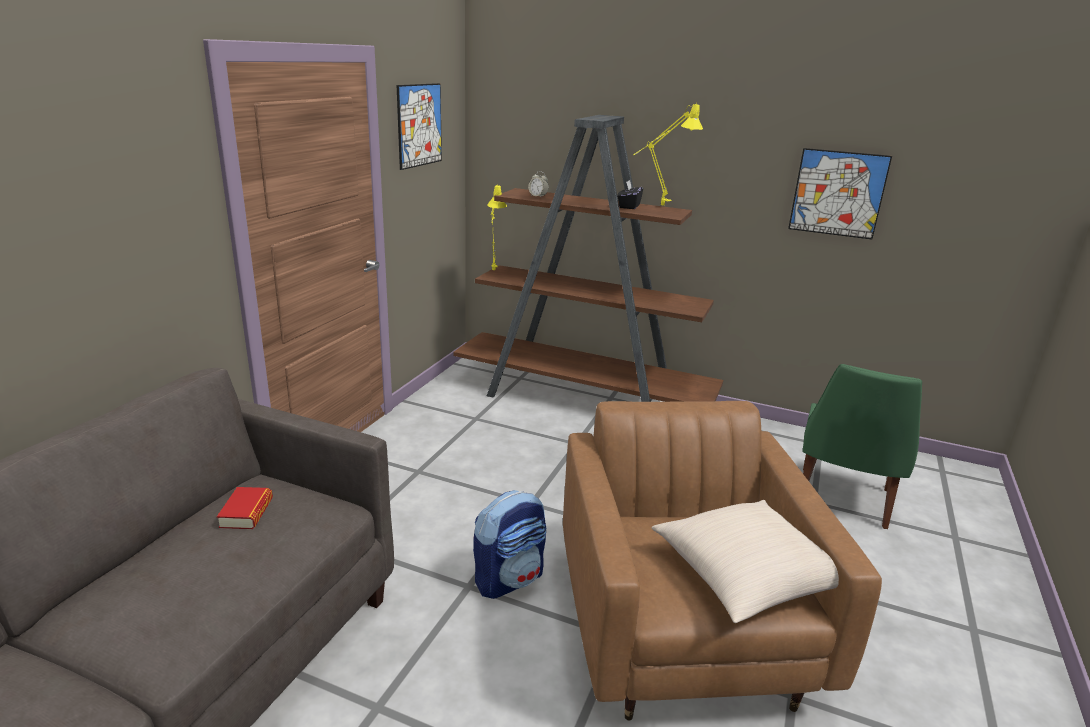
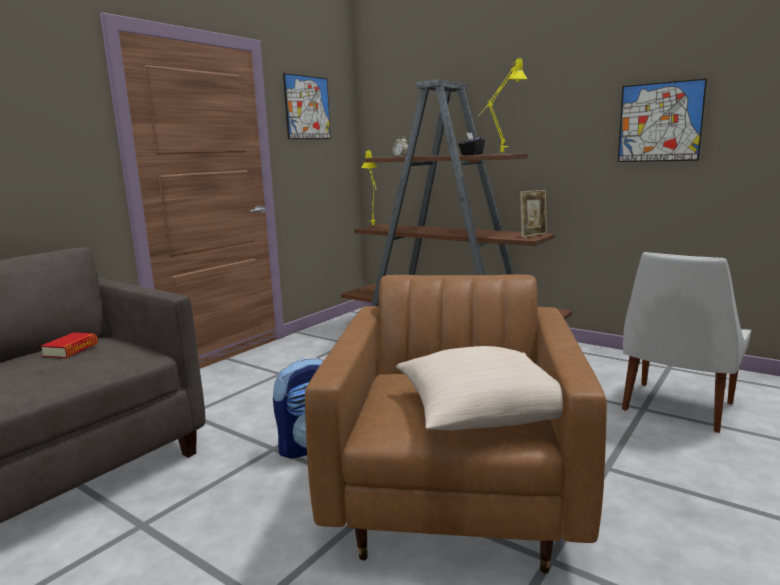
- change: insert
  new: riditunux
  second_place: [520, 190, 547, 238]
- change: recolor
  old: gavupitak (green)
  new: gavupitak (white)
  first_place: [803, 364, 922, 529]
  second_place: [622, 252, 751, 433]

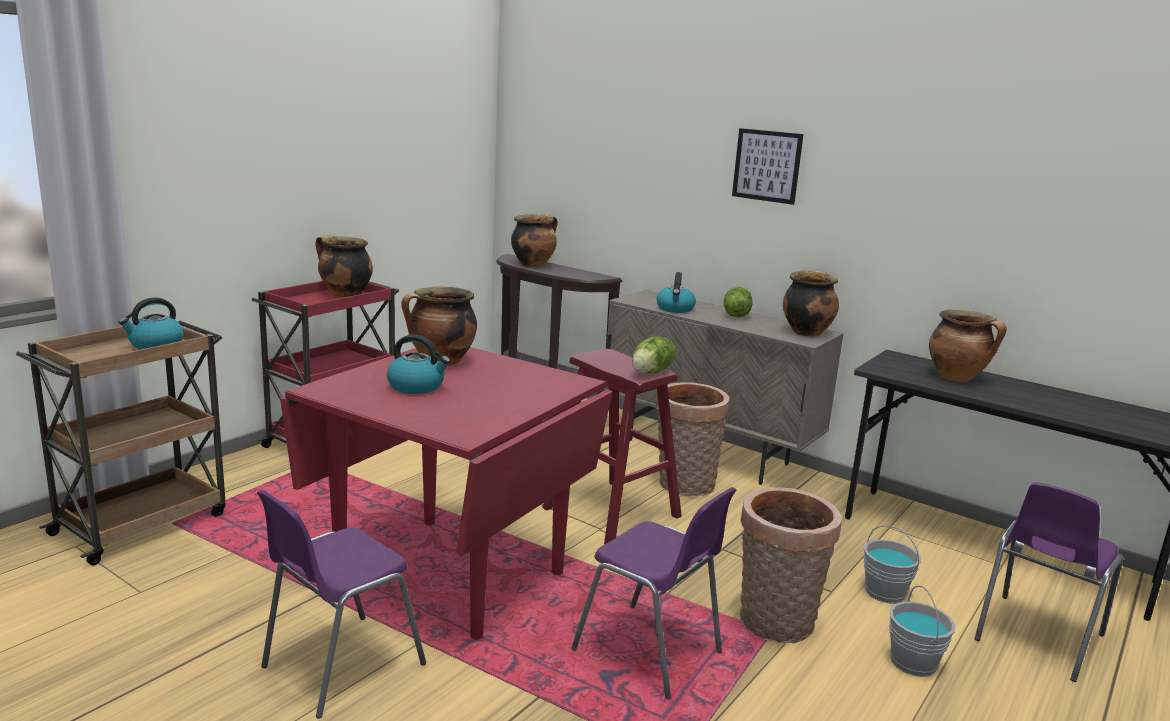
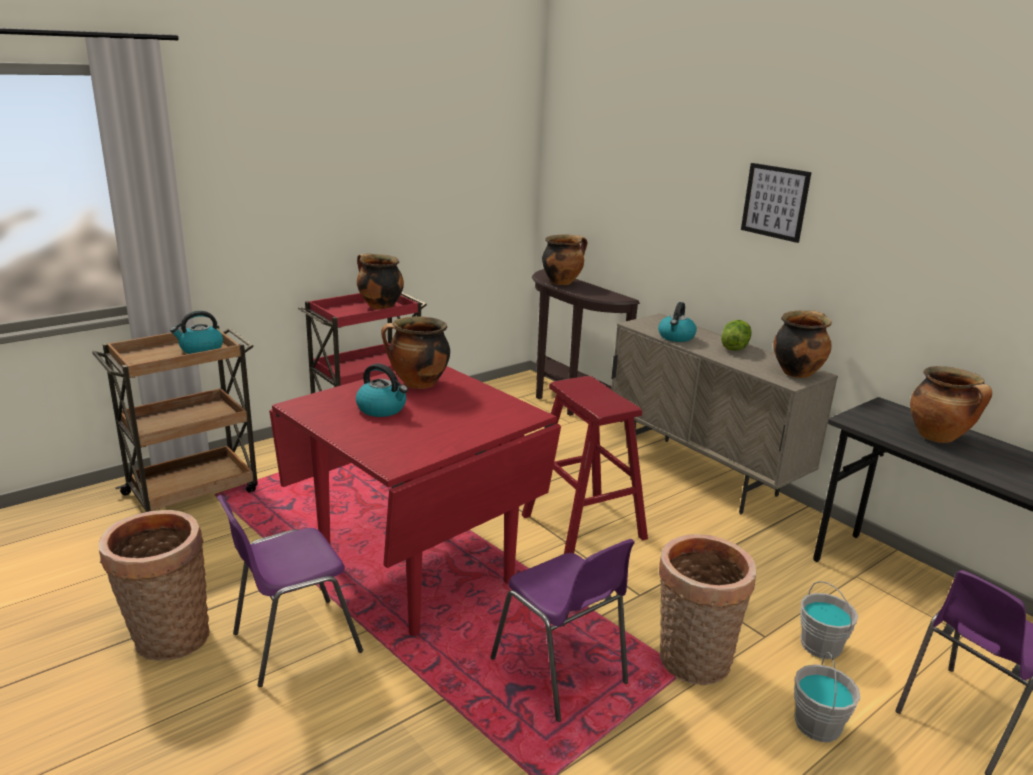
- change: move
  old: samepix
  first_place: [656, 382, 730, 496]
  second_place: [99, 510, 209, 661]
- change: delete
  old: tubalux
  first_place: [632, 336, 676, 374]

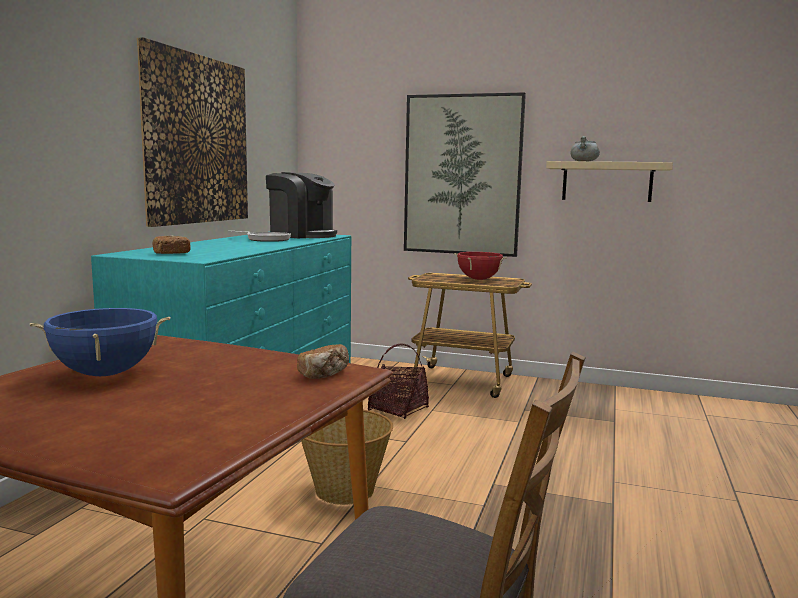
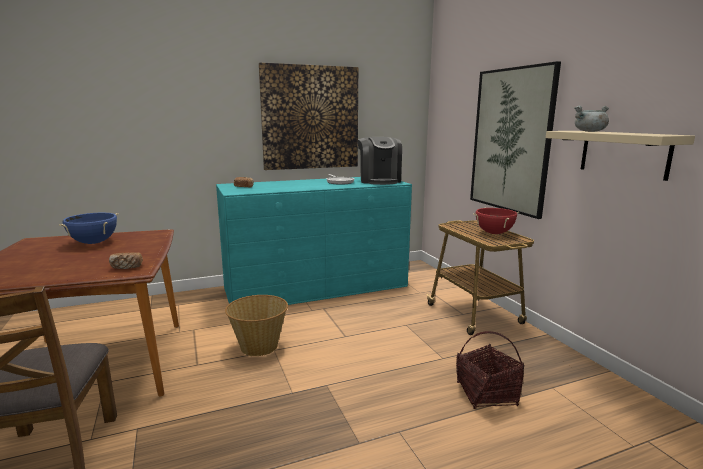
- change: move
  old: samepix
  first_place: [368, 343, 429, 419]
  second_place: [456, 331, 524, 409]

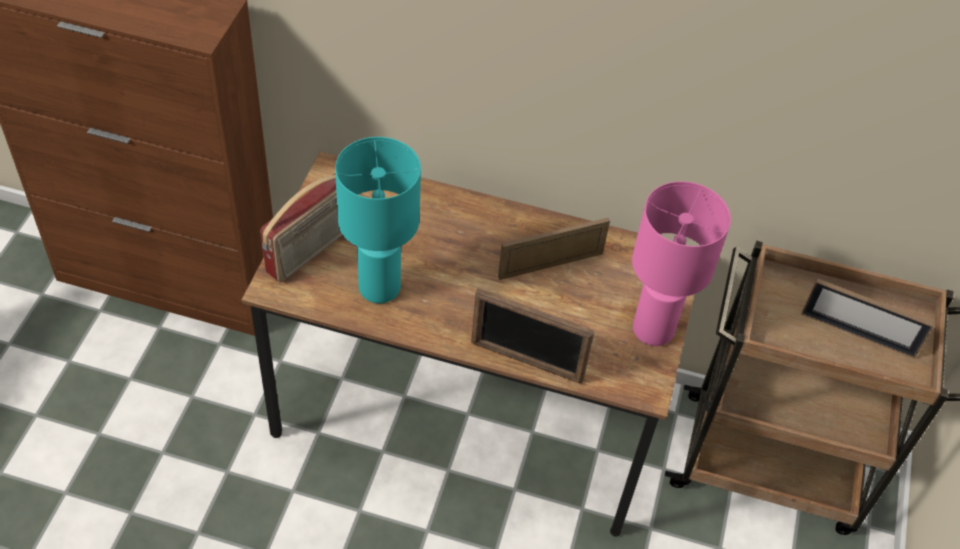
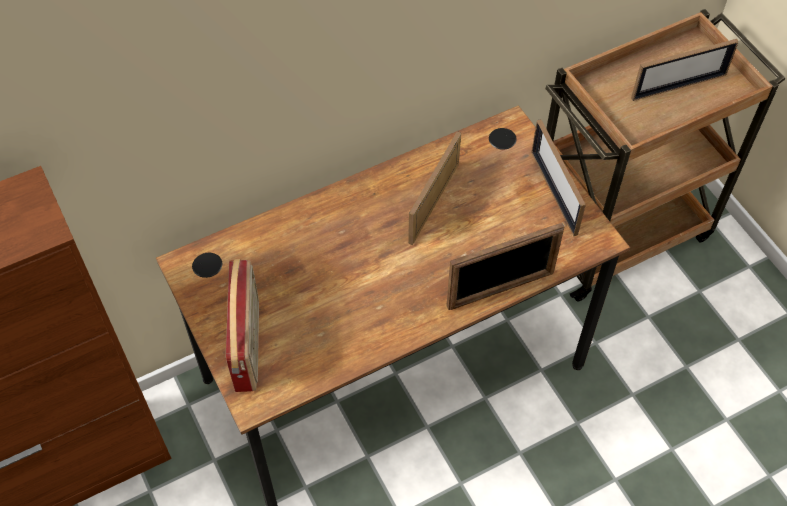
- change: replace
  old: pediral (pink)
  new: riditunux
  first_place: [632, 181, 731, 346]
  second_place: [531, 119, 586, 236]
- change: delete
  old: pediral (turquoise)
  first_place: [335, 137, 421, 303]

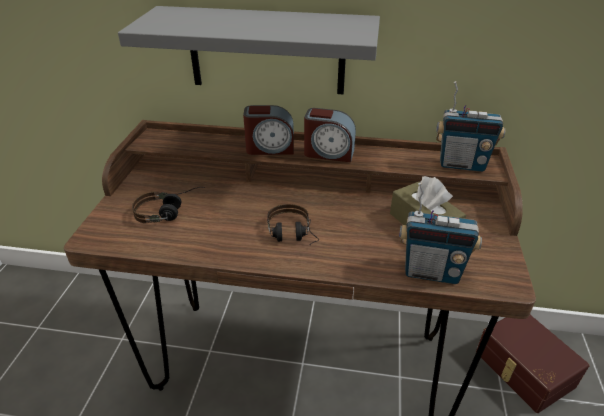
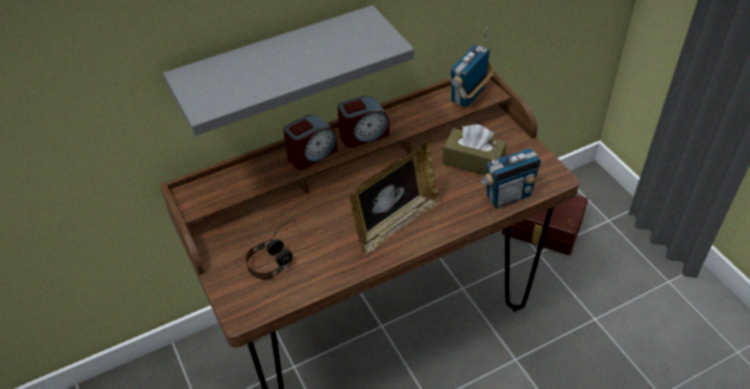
- change: replace
  old: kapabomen
  new: riditunux
  first_place: [267, 204, 319, 245]
  second_place: [349, 142, 441, 255]
- change: rotate
  old: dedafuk
  first_place: [436, 81, 505, 172]
  second_place: [450, 27, 493, 108]
  degrees: 150

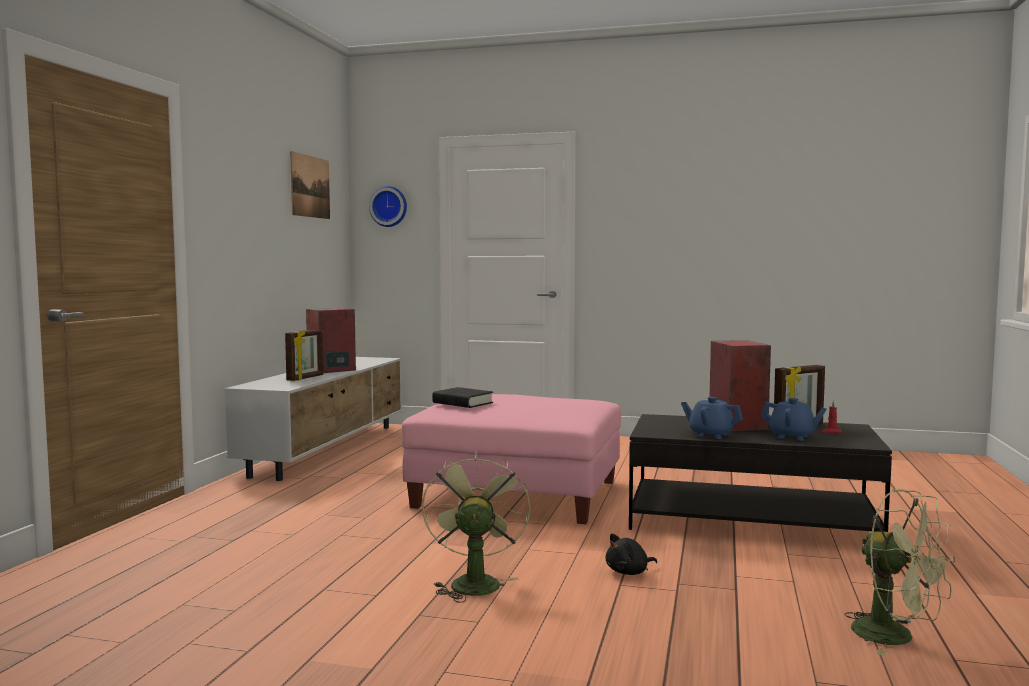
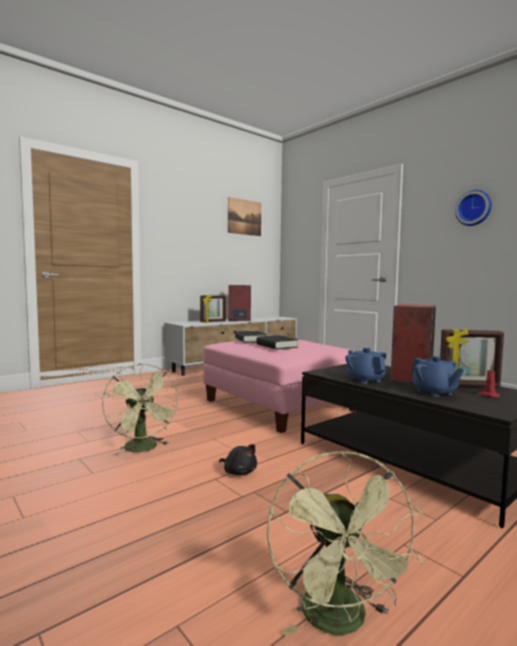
- change: rotate
  old: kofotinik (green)
  first_place: [422, 452, 530, 603]
  second_place: [102, 364, 179, 456]
  degrees: 120
- change: rotate
  old: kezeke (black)
  first_place: [605, 533, 657, 575]
  second_place: [219, 444, 257, 476]
  degrees: -150
- change: insert
  new: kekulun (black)
  second_place: [256, 335, 298, 349]
- change: move
  old: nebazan
  first_place: [369, 186, 407, 227]
  second_place: [455, 190, 492, 226]

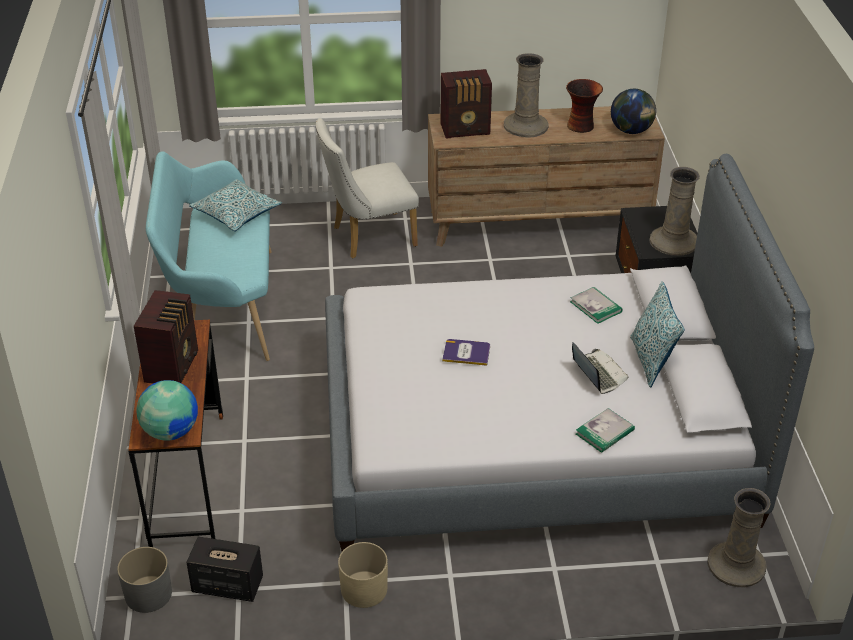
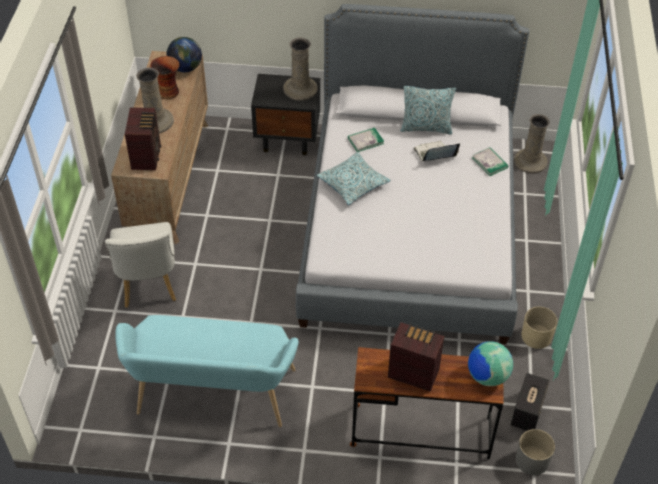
- change: move
  old: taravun
  first_place: [189, 179, 282, 232]
  second_place: [317, 152, 391, 205]
- change: delete
  old: kekulun
  first_place: [442, 339, 490, 366]

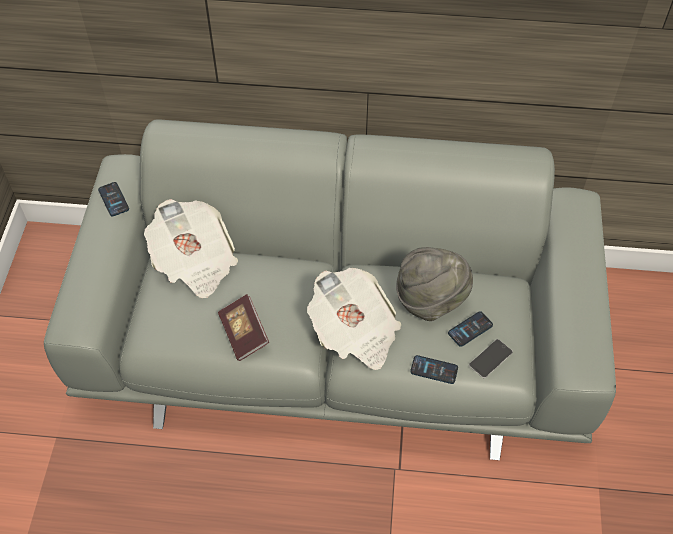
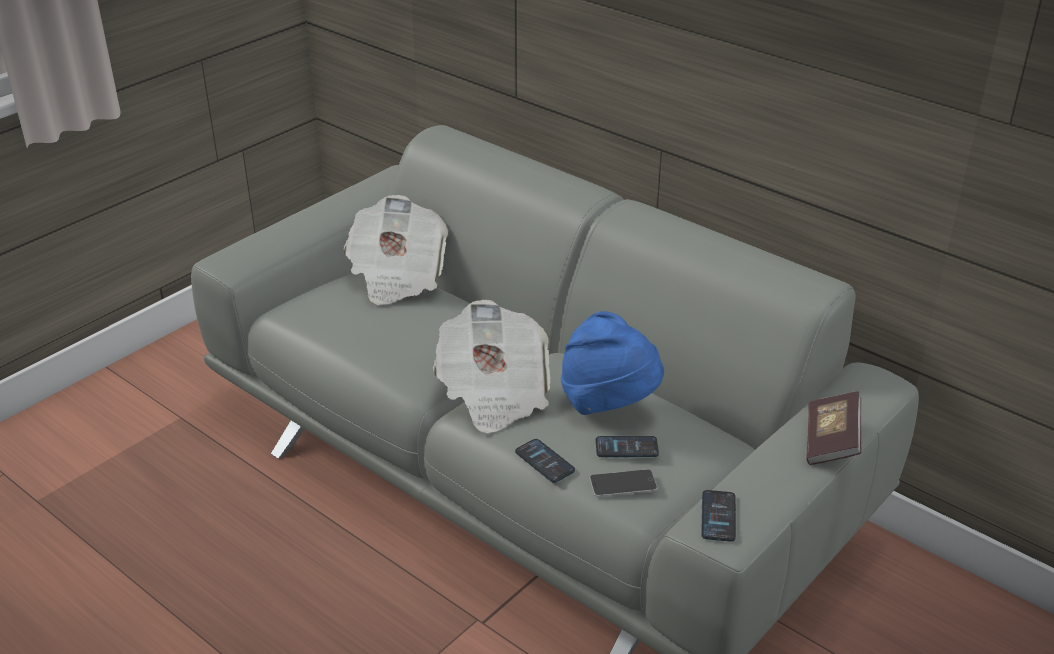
- change: recolor
  old: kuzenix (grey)
  new: kuzenix (blue)
  first_place: [396, 247, 473, 321]
  second_place: [561, 311, 664, 415]
- change: move
  old: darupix
  first_place: [98, 182, 129, 216]
  second_place: [701, 490, 736, 542]
- change: move
  old: kekulun
  first_place: [218, 294, 269, 361]
  second_place: [806, 391, 861, 465]

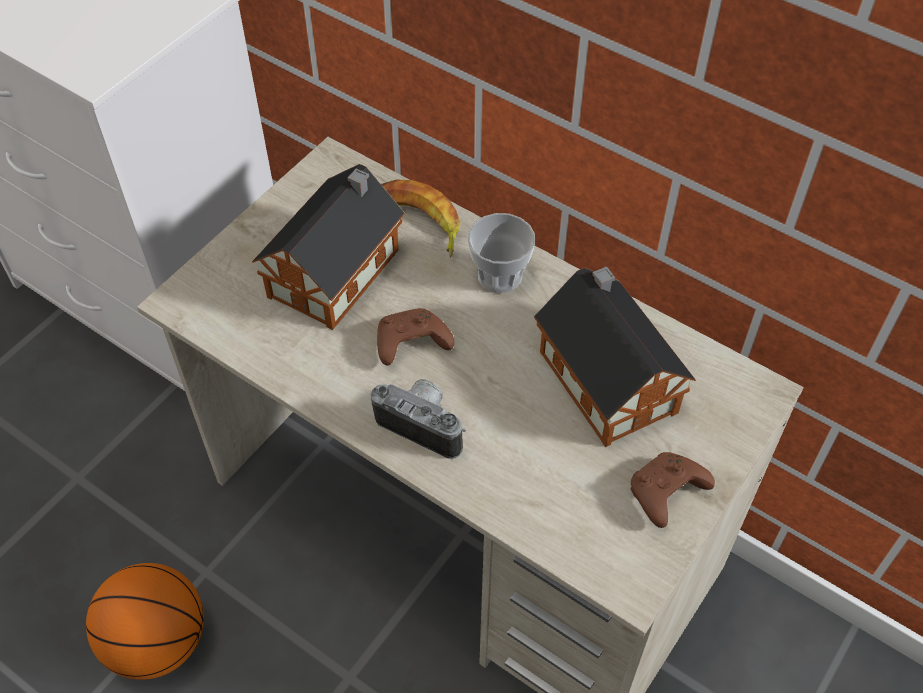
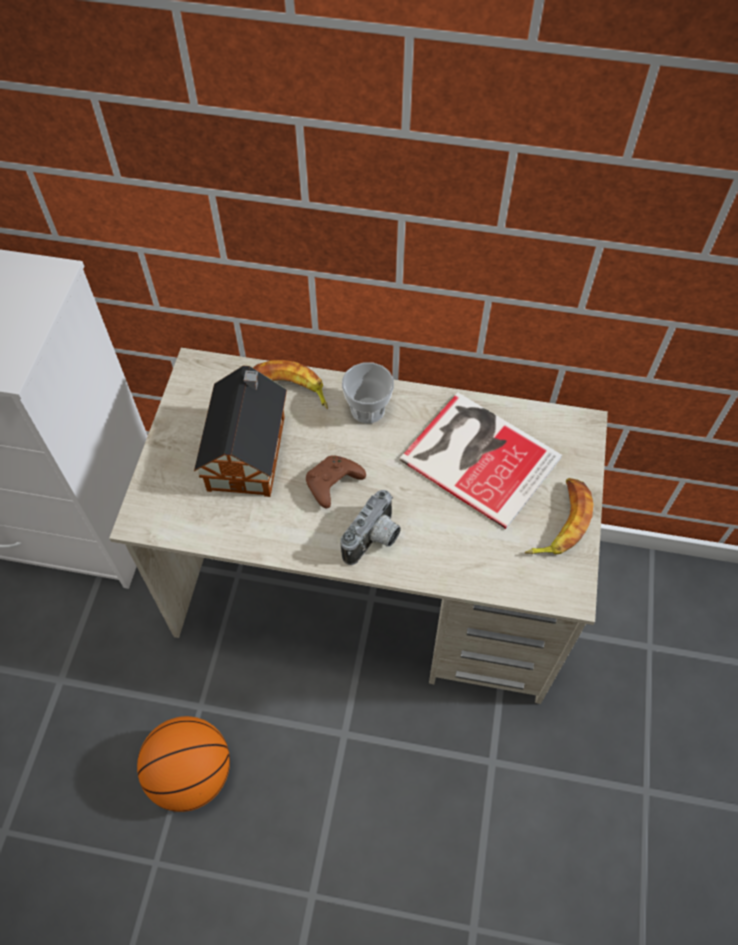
- change: rotate
  old: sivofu
  first_place: [371, 379, 466, 459]
  second_place: [340, 490, 401, 565]
  degrees: 120
- change: replace
  old: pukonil
  new: kekulun
  first_place: [534, 266, 696, 447]
  second_place: [399, 393, 562, 529]
- change: replace
  old: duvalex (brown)
  new: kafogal
  first_place: [631, 452, 715, 528]
  second_place: [525, 478, 593, 554]

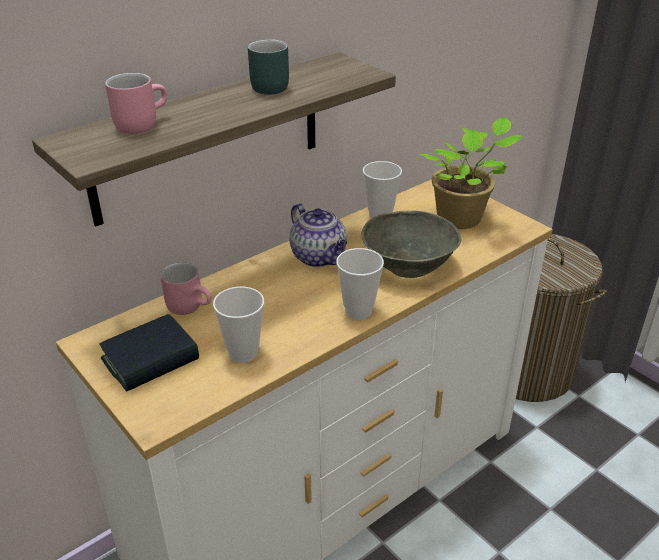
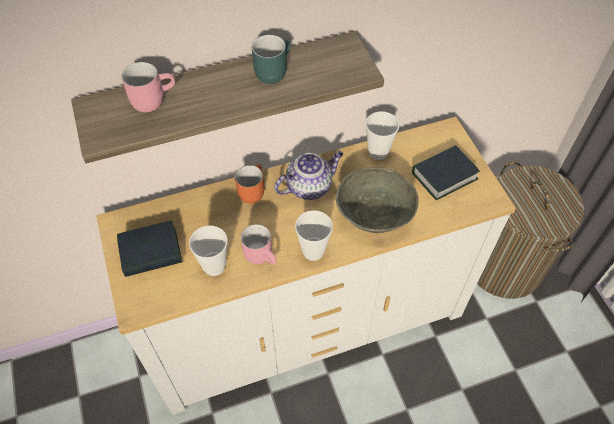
- change: insert
  new: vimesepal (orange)
  second_place: [235, 164, 264, 204]
- change: move
  old: vimesepal (pink)
  first_place: [161, 262, 212, 315]
  second_place: [241, 224, 277, 265]
- change: rotate
  old: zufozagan
  first_place: [290, 203, 347, 267]
  second_place: [274, 151, 343, 200]
  degrees: -105
- change: replace
  old: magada
  new: kekulun
  first_place: [420, 117, 524, 229]
  second_place: [412, 145, 480, 200]

